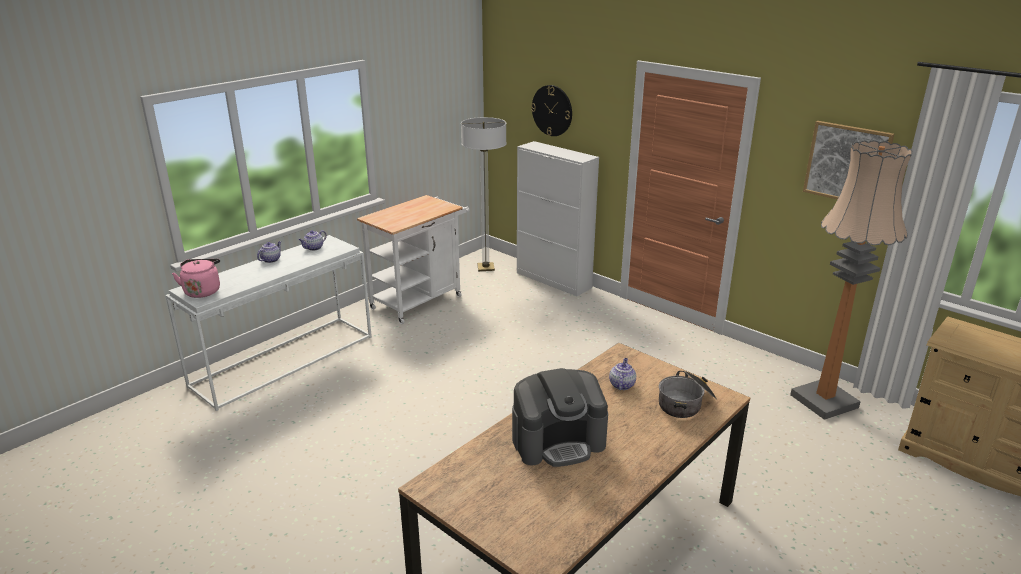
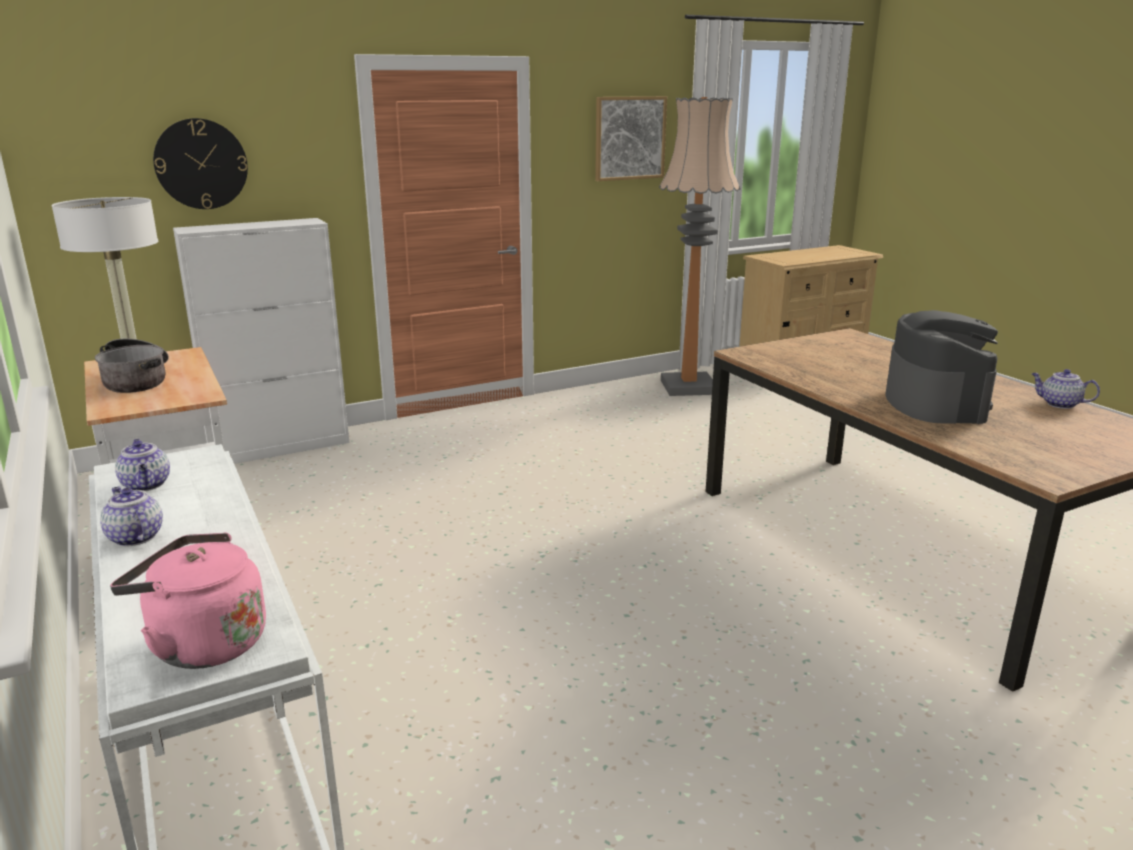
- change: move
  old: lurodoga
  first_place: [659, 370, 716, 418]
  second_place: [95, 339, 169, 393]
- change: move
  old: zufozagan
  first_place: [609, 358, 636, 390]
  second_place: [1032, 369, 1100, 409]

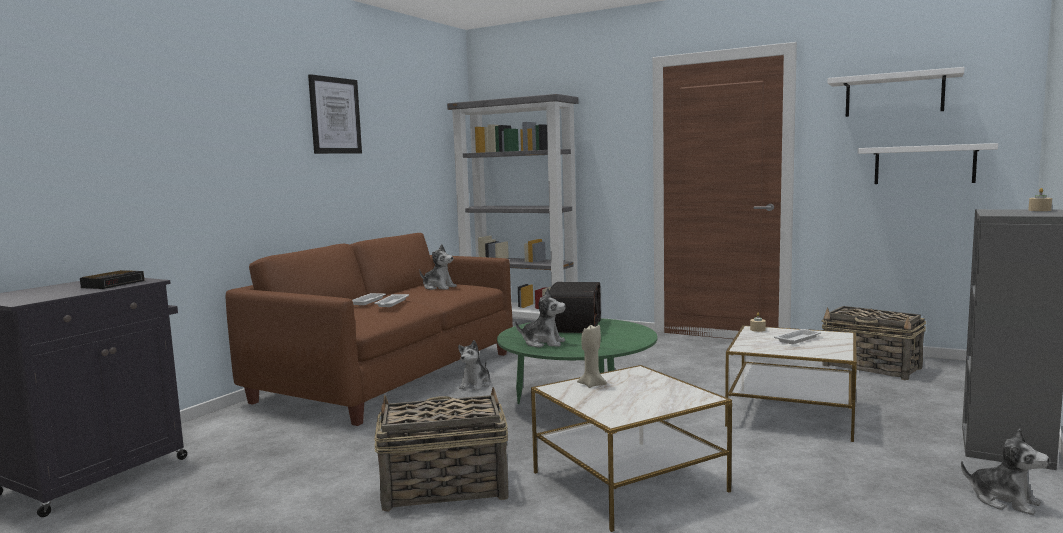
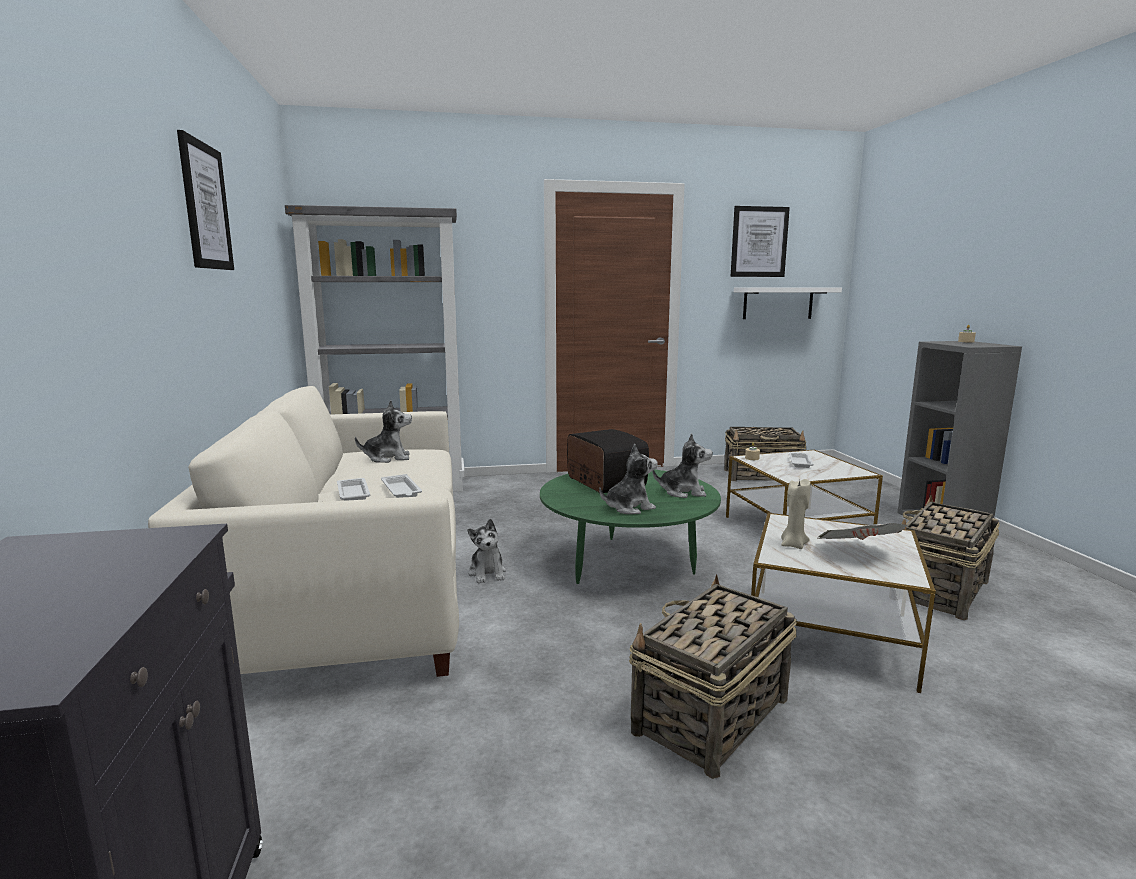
- change: recolor
  old: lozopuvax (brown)
  new: lozopuvax (white)
  first_place: [226, 233, 513, 426]
  second_place: [148, 386, 459, 677]
- change: move
  old: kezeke
  first_place: [961, 429, 1049, 515]
  second_place: [652, 433, 713, 498]
- change: replace
  old: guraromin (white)
  new: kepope
  first_place: [828, 67, 965, 117]
  second_place: [731, 206, 790, 277]
- change: insert
  new: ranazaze
  second_place: [818, 523, 908, 540]
- change: insert
  new: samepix
  second_place: [902, 495, 1000, 620]
- change: delete
  old: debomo
  first_place: [80, 270, 144, 289]

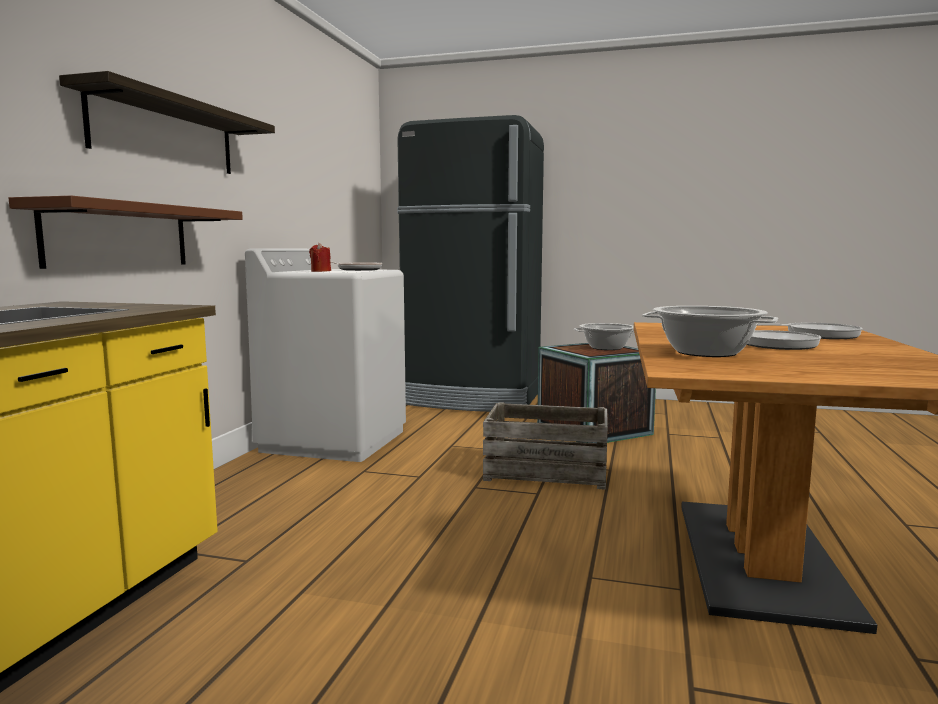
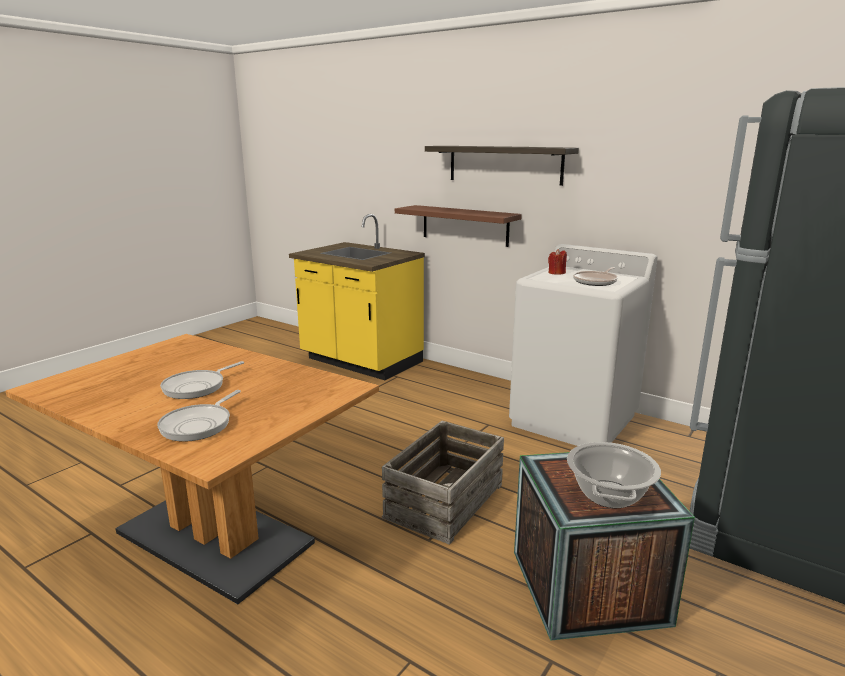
- change: delete
  old: lurodoga
  first_place: [642, 306, 778, 357]

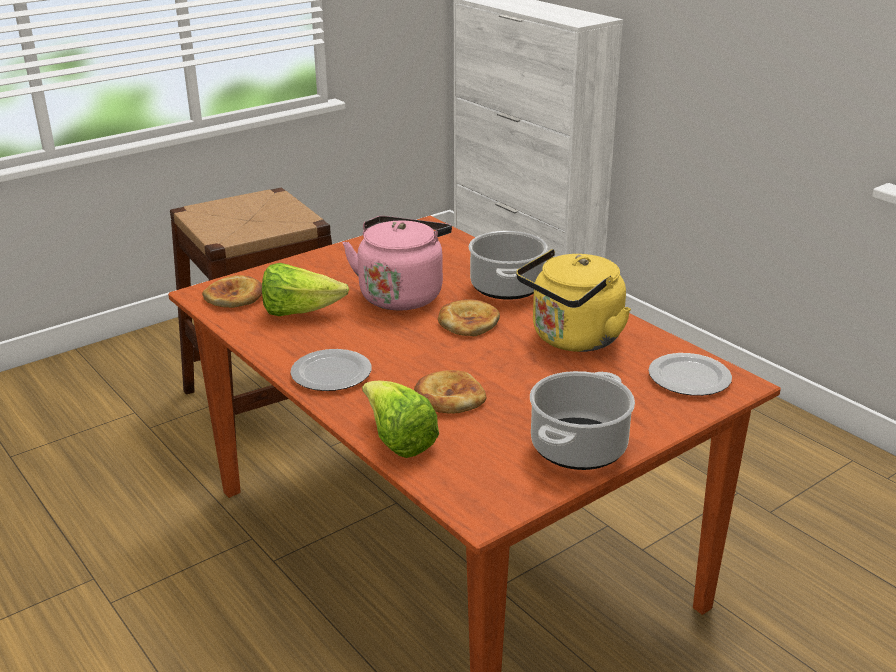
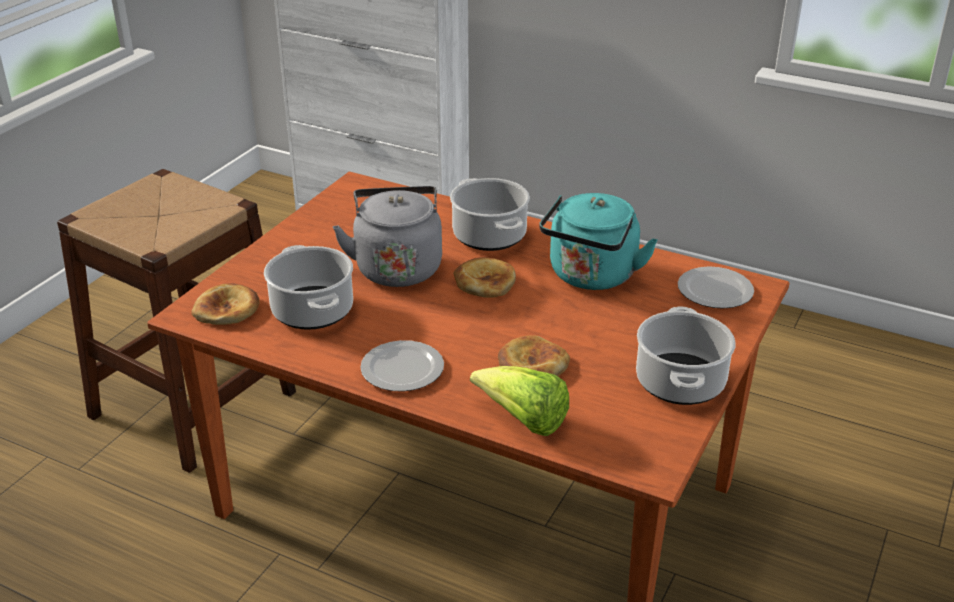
- change: replace
  old: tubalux
  new: lurodoga
  first_place: [262, 263, 349, 316]
  second_place: [264, 245, 353, 330]
- change: recolor
  old: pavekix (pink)
  new: pavekix (grey)
  first_place: [343, 216, 452, 311]
  second_place: [333, 186, 442, 287]
- change: recolor
  old: pavekix (yellow)
  new: pavekix (turquoise)
  first_place: [516, 249, 631, 352]
  second_place: [539, 193, 658, 290]

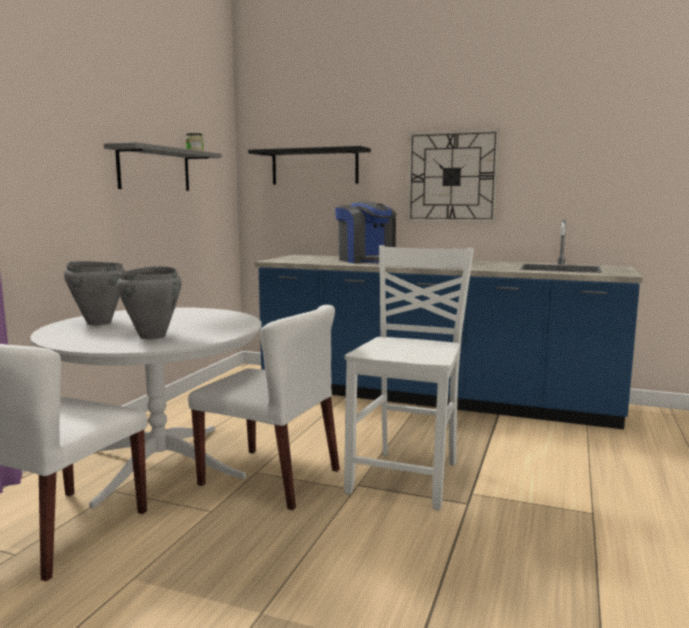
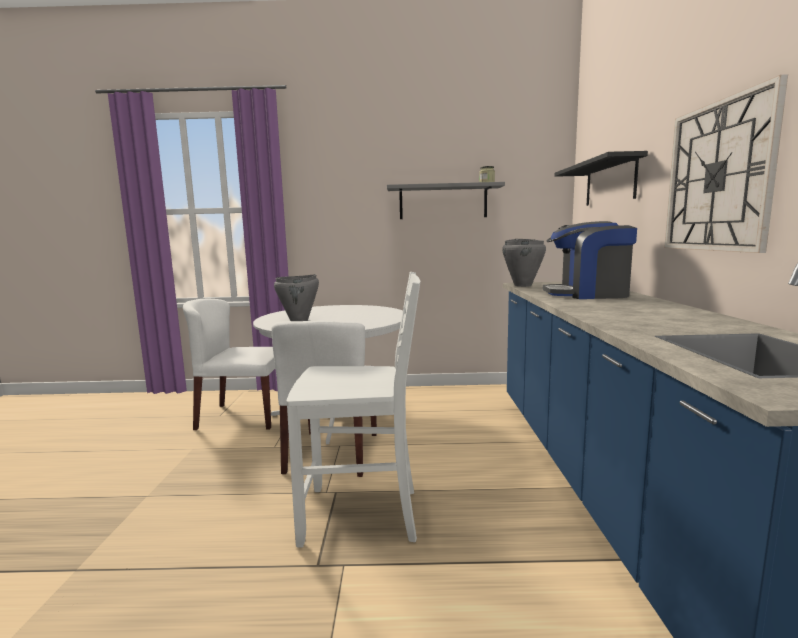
- change: move
  old: lurodoga (grey)
  first_place: [64, 261, 125, 325]
  second_place: [502, 239, 546, 287]
- change: rotate
  old: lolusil
  first_place: [335, 201, 397, 263]
  second_place: [543, 221, 637, 299]
  degrees: 60

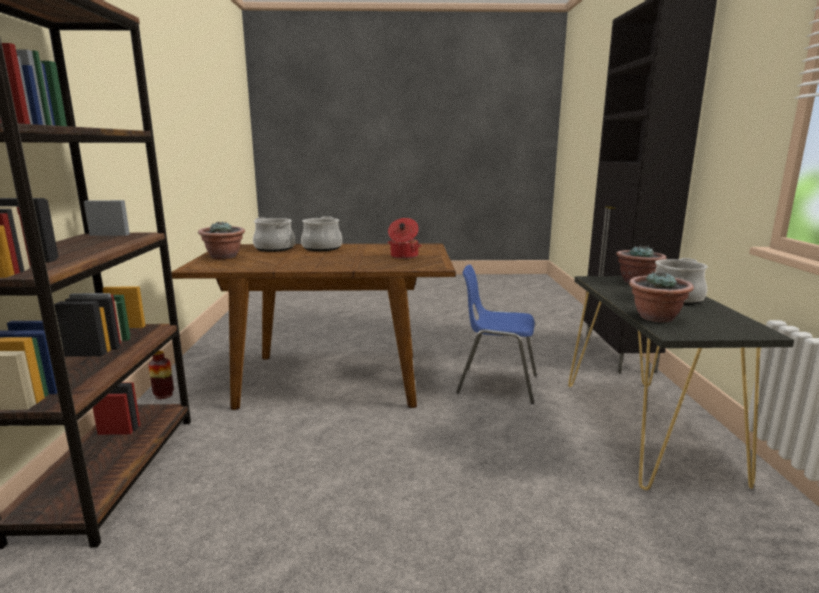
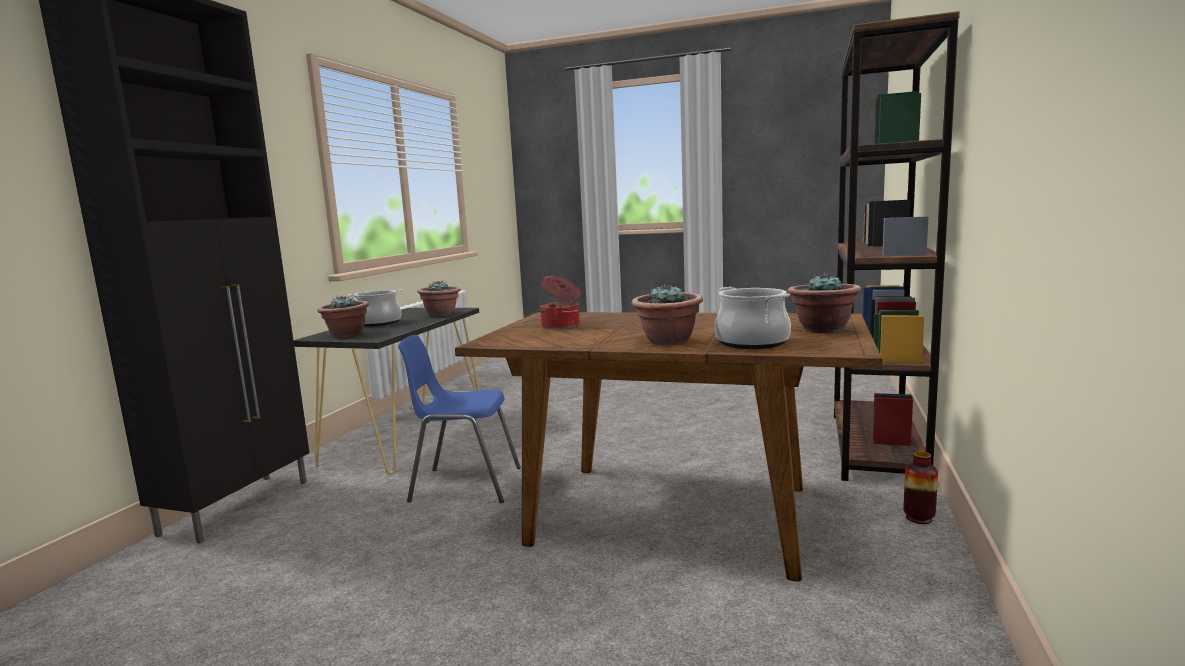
- change: rotate
  old: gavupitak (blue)
  first_place: [456, 265, 537, 404]
  second_place: [398, 335, 521, 503]
  degrees: 150
- change: replace
  old: lurodoga
  new: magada
  first_place: [301, 216, 342, 251]
  second_place: [632, 285, 703, 345]

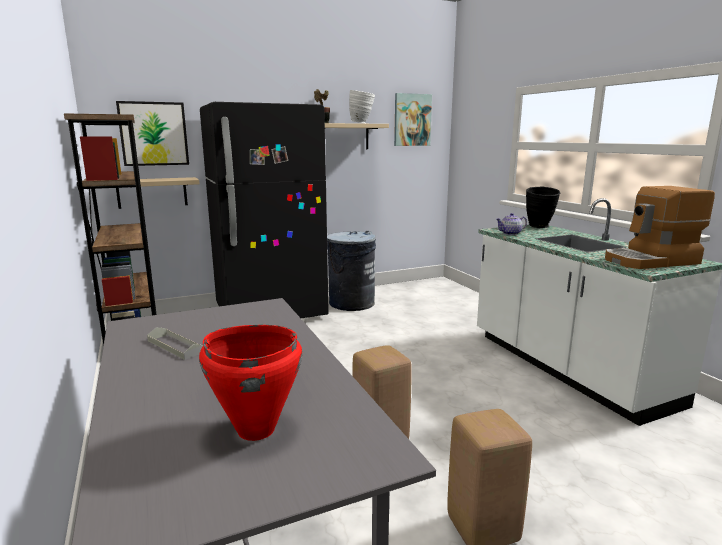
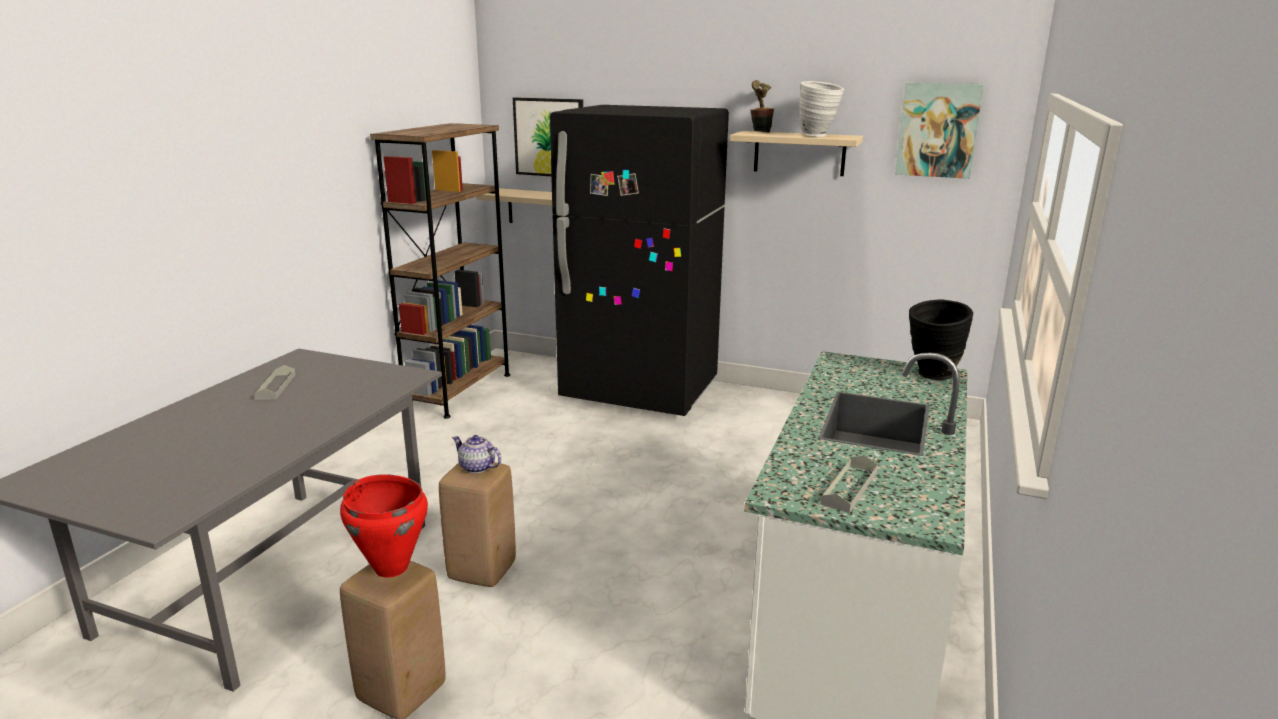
- change: move
  old: lurodoga (red)
  first_place: [199, 325, 302, 441]
  second_place: [340, 474, 428, 578]
- change: move
  old: zufozagan
  first_place: [496, 213, 527, 235]
  second_place: [452, 435, 501, 473]
- change: replace
  old: lolusil
  new: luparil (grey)
  first_place: [605, 186, 715, 269]
  second_place: [820, 455, 878, 513]
- change: delete
  old: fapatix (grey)
  first_place: [327, 231, 376, 311]

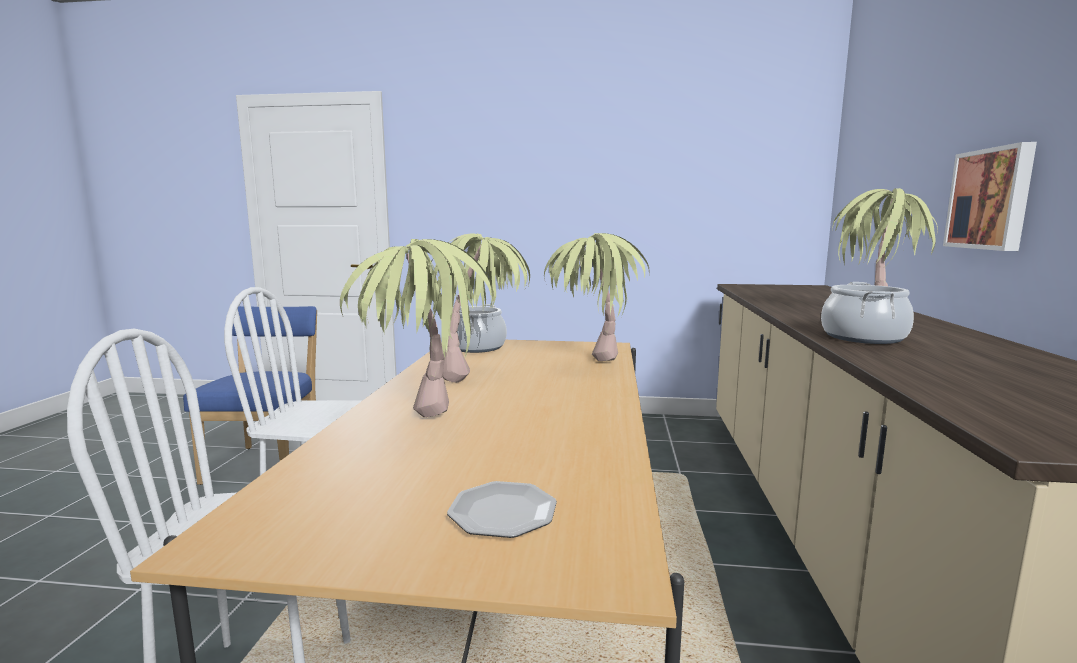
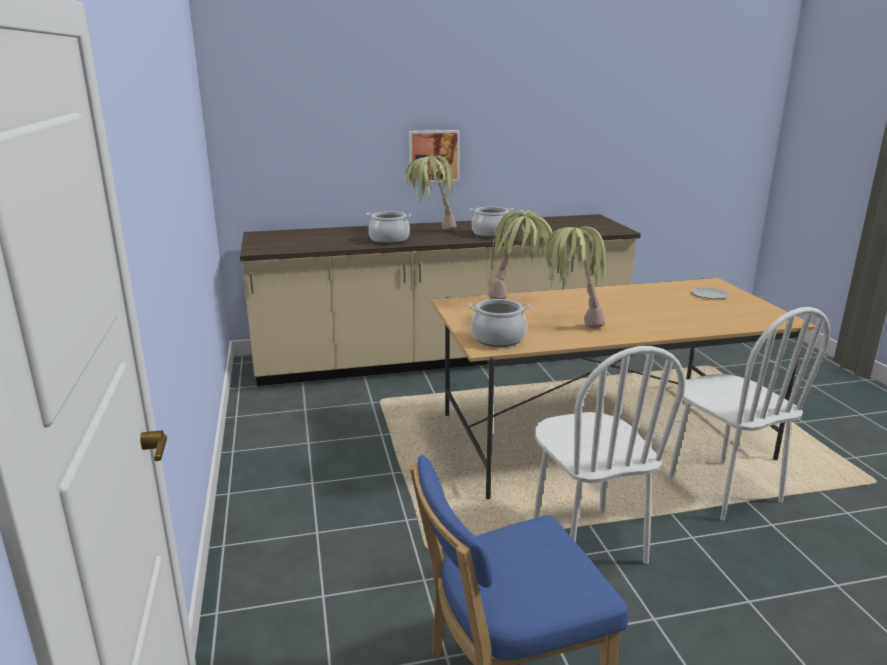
- change: insert
  new: lurodoga
  second_place: [366, 211, 411, 244]
- change: delete
  old: magada
  first_place: [340, 239, 493, 417]

